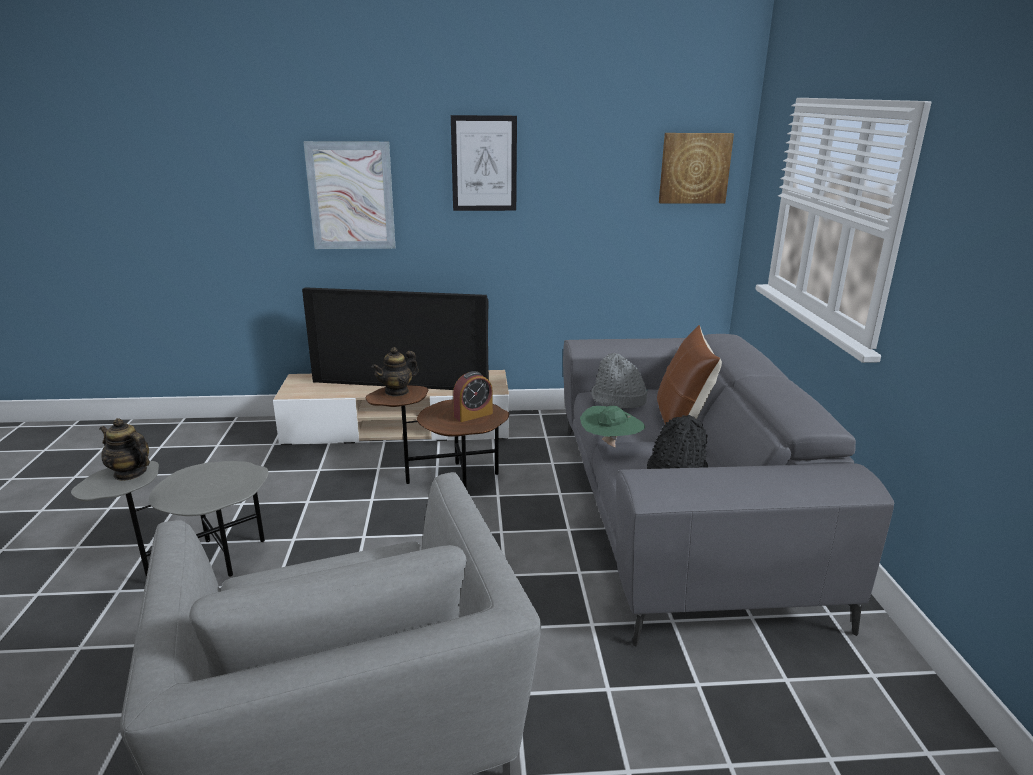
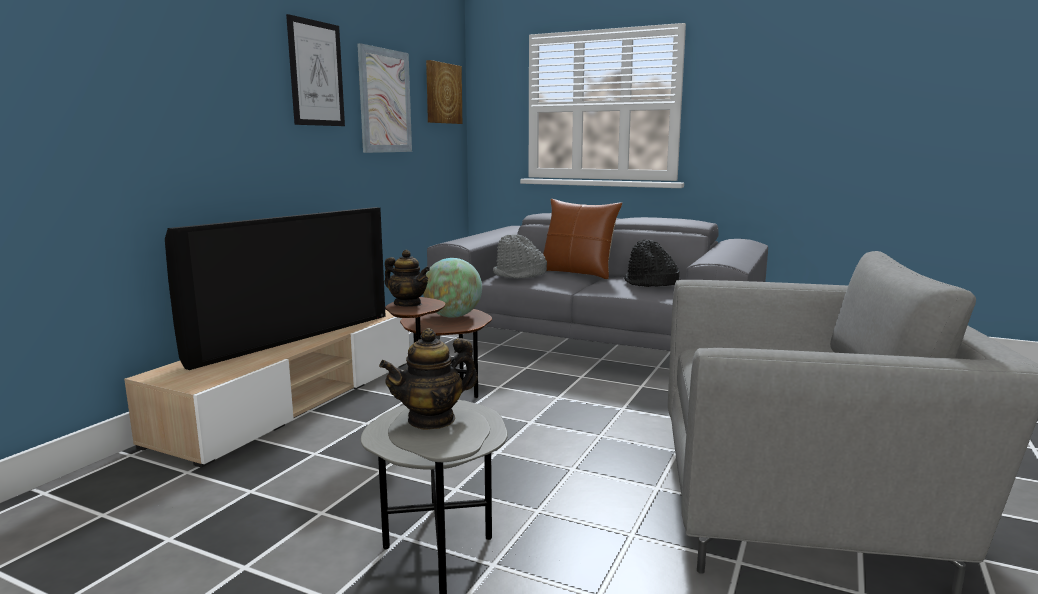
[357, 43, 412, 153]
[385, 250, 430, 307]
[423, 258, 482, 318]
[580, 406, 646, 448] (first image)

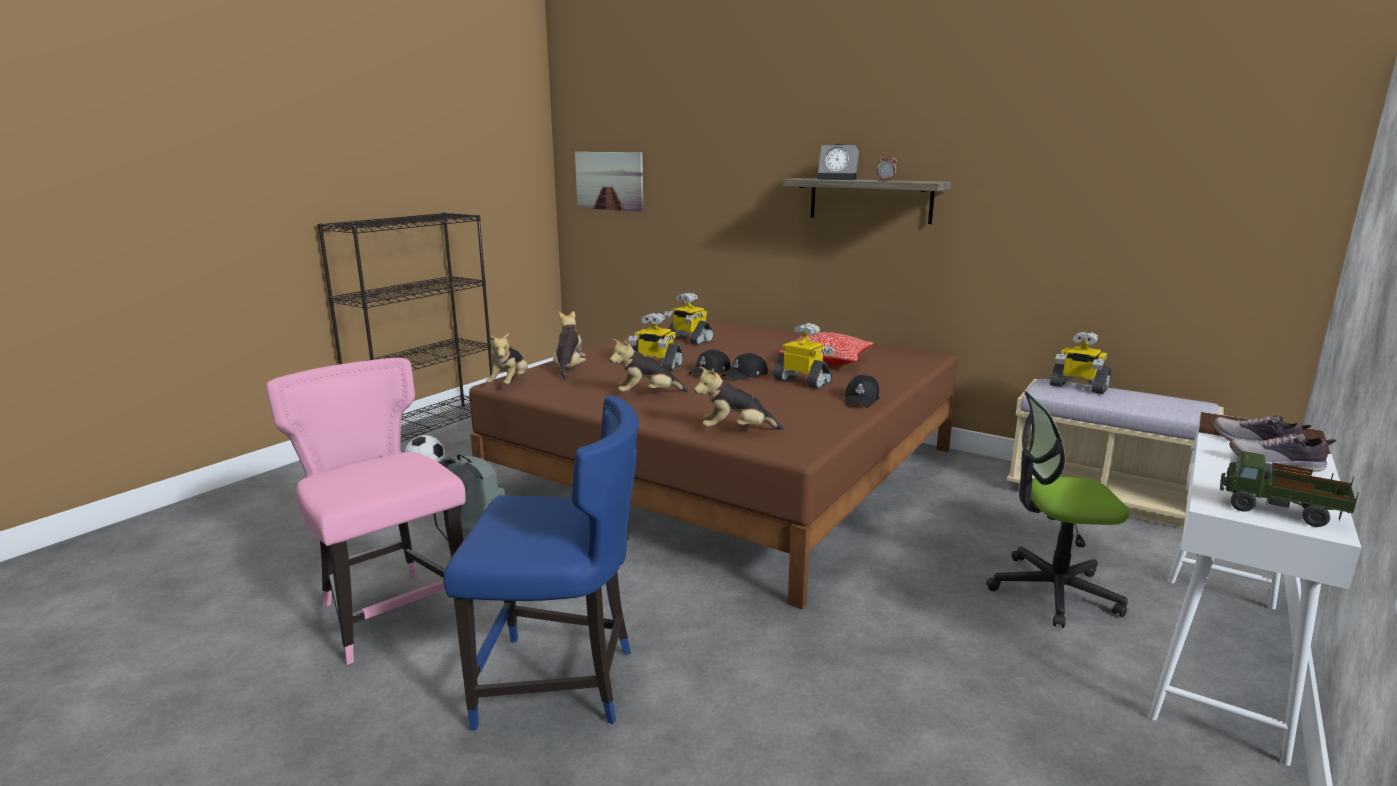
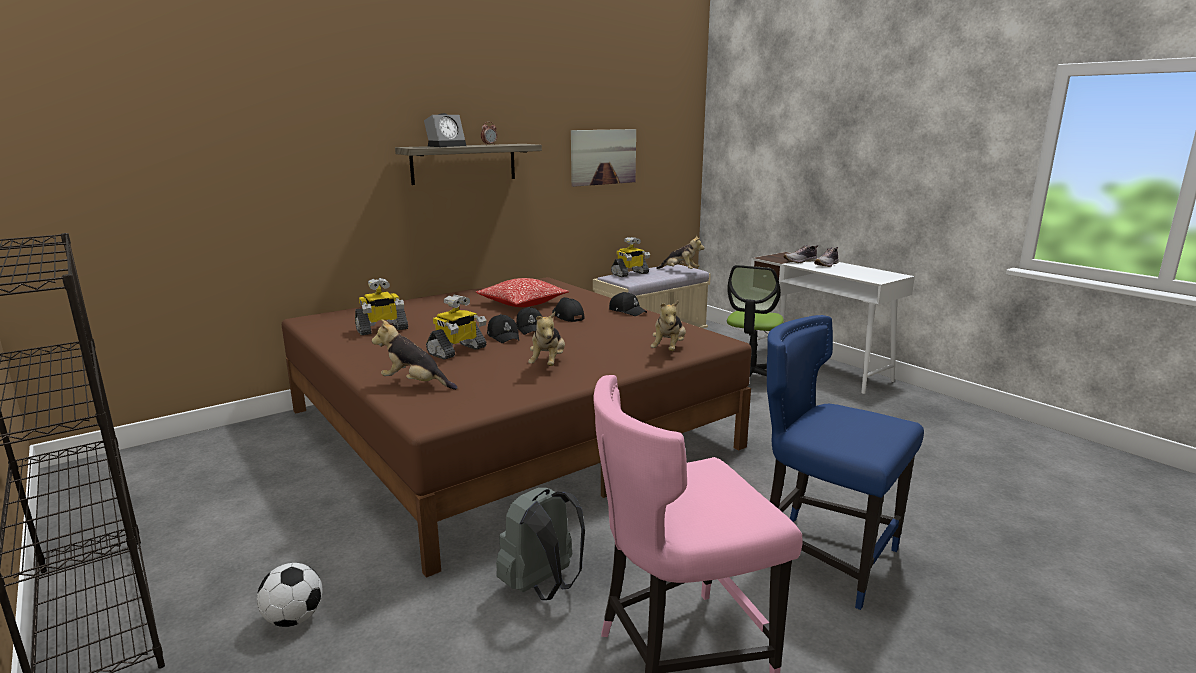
[571, 129, 636, 187]
[552, 297, 585, 322]
[656, 235, 704, 269]
[767, 315, 924, 610]
[1220, 451, 1359, 527] (first image)

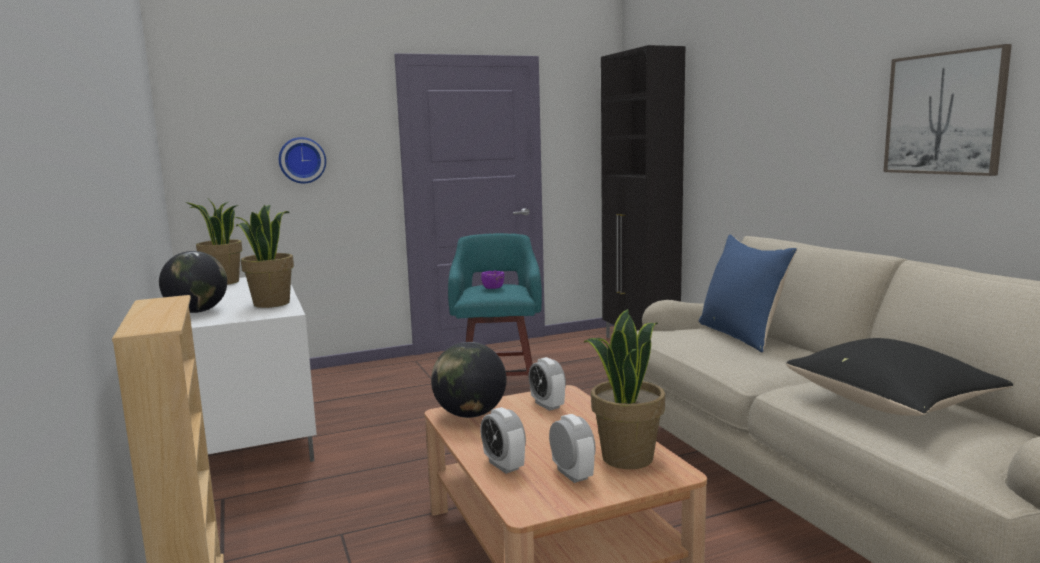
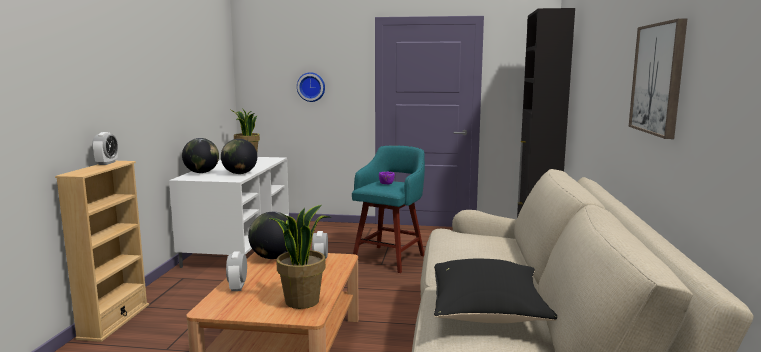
[221, 139, 257, 174]
[699, 234, 797, 353] (first image)
[92, 132, 118, 165]

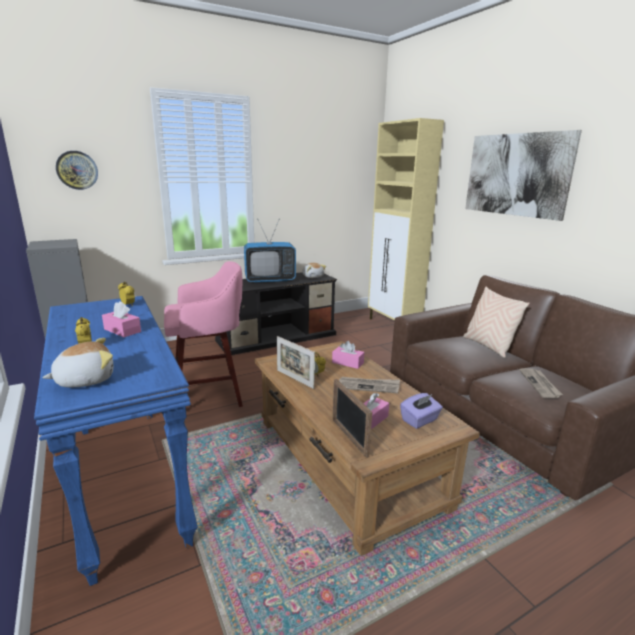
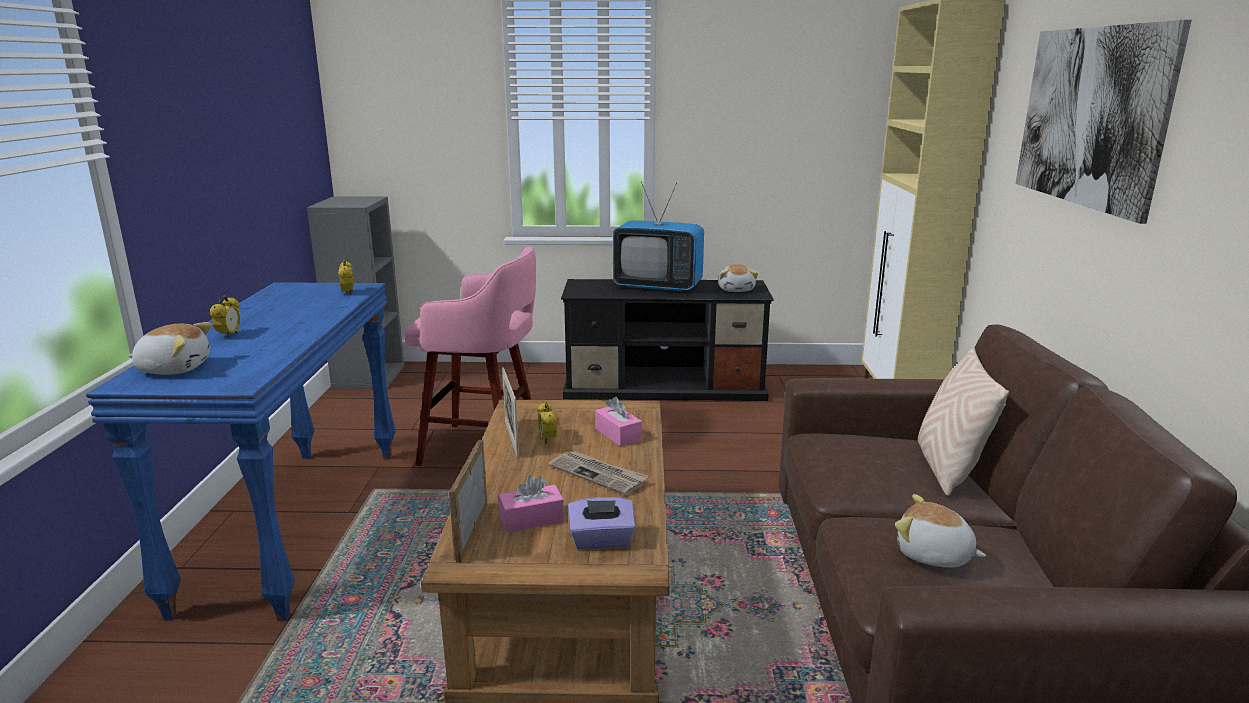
[56, 151, 98, 190] (first image)
[102, 301, 141, 337] (first image)
[895, 494, 986, 568]

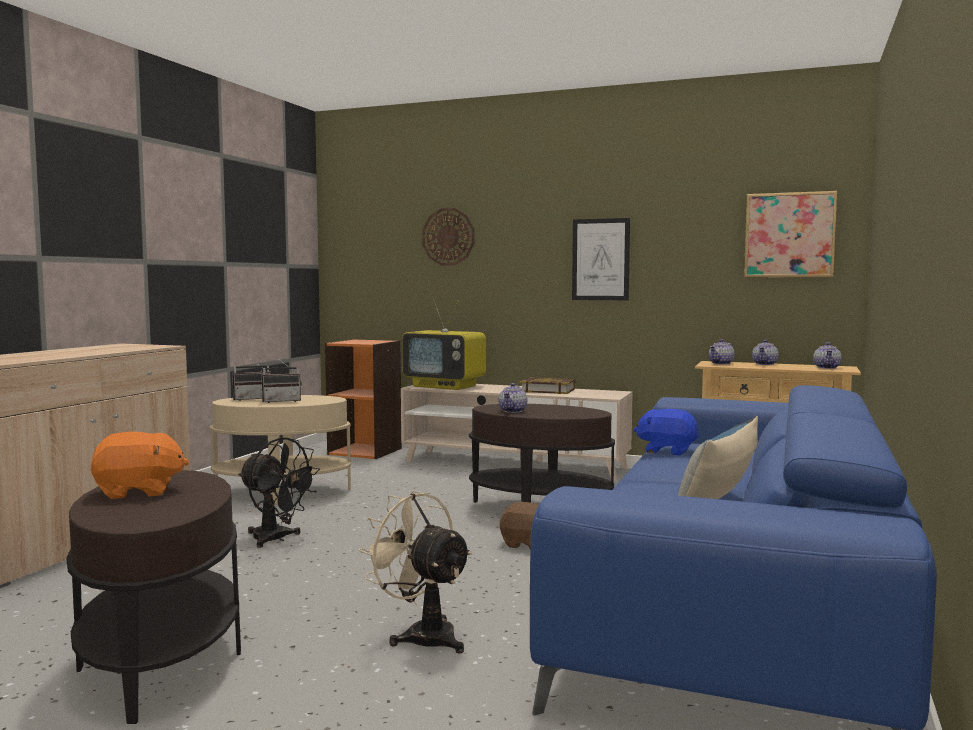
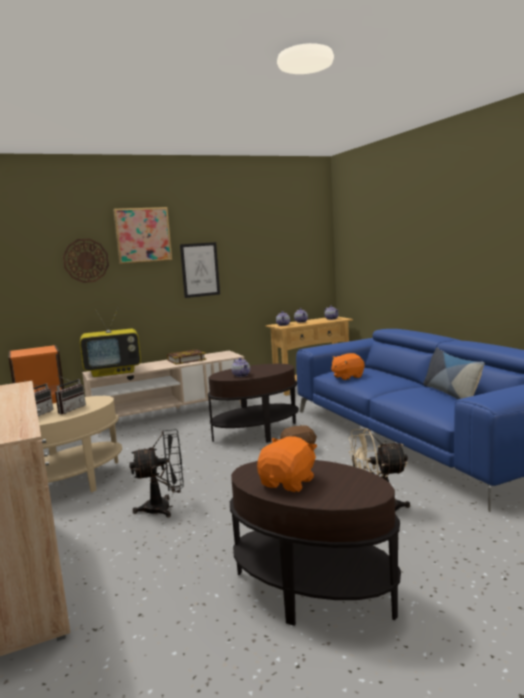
[113, 207, 172, 264]
[331, 353, 364, 380]

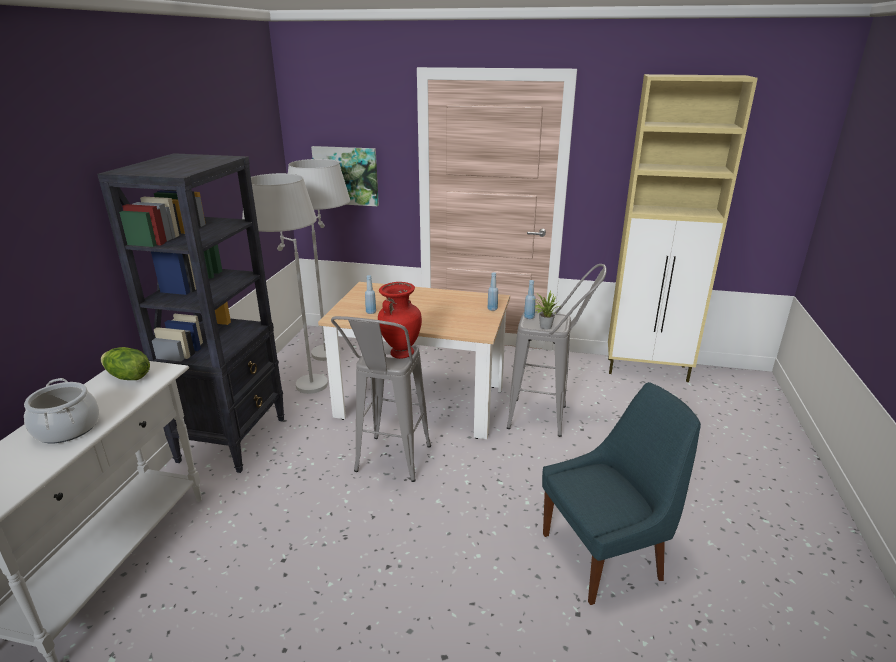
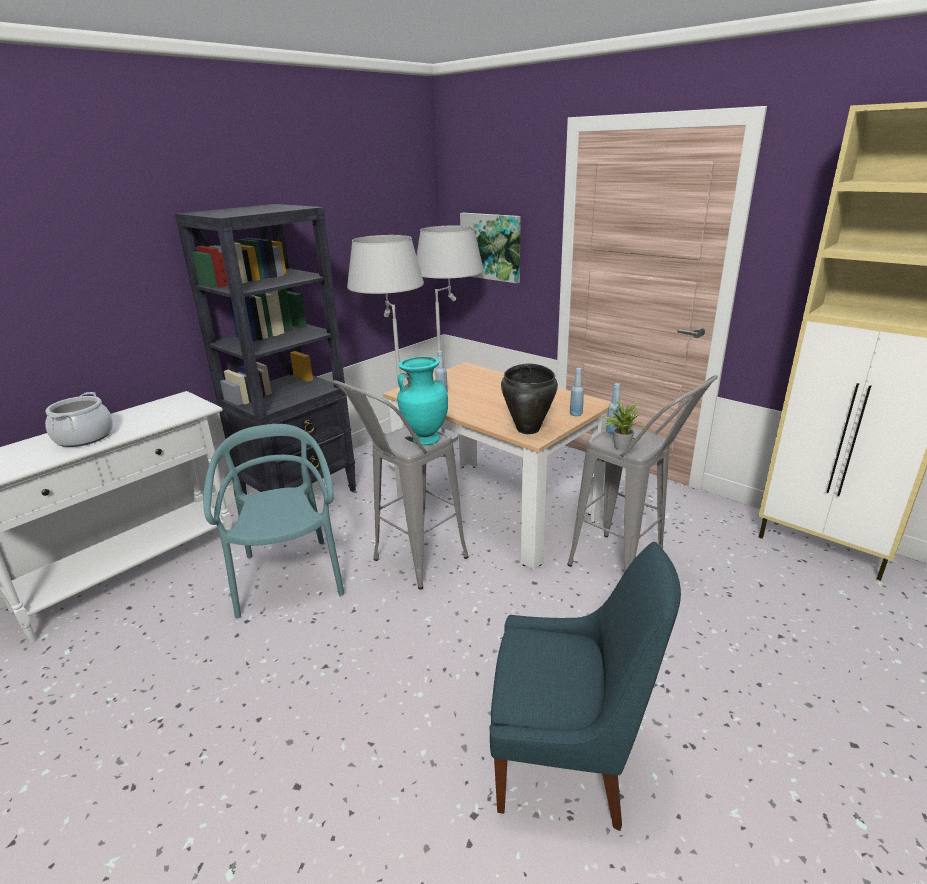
[397, 356, 448, 445]
[101, 347, 150, 380] (first image)
[501, 363, 558, 434]
[203, 424, 344, 619]

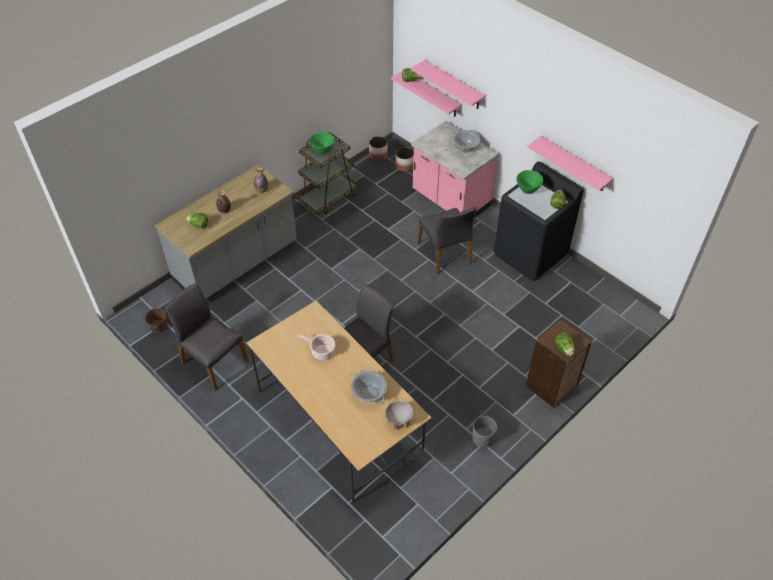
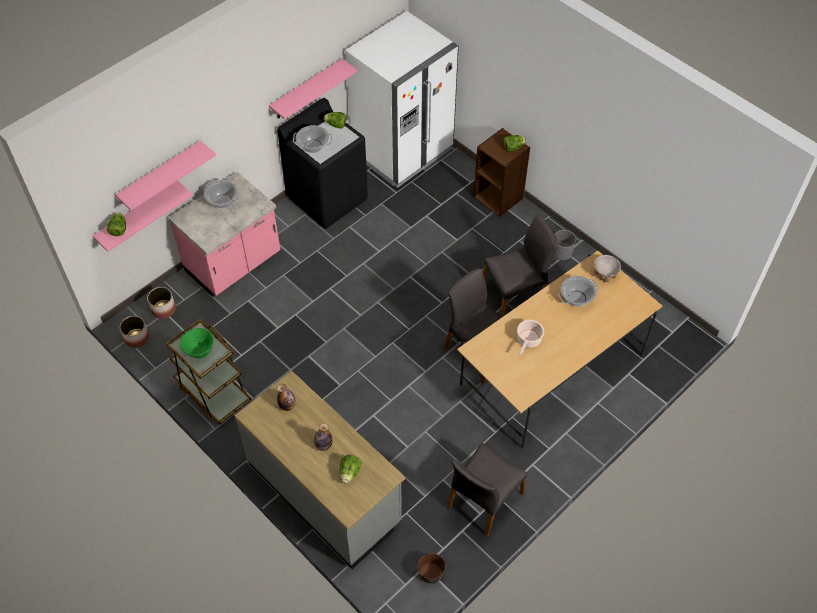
[293, 125, 332, 153]
[483, 215, 558, 317]
[345, 11, 459, 188]

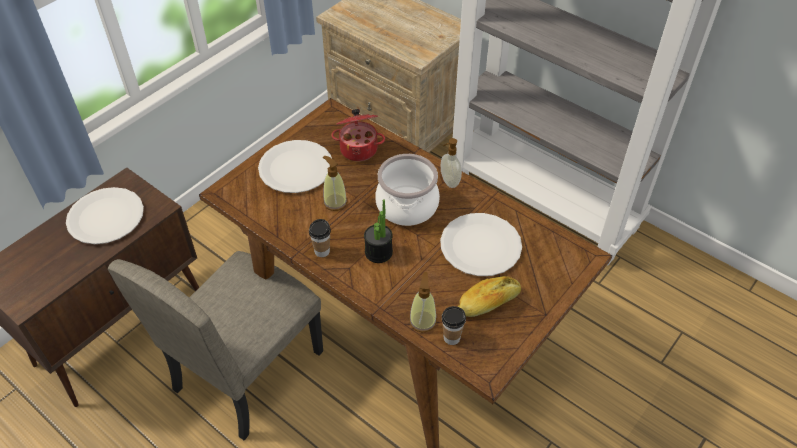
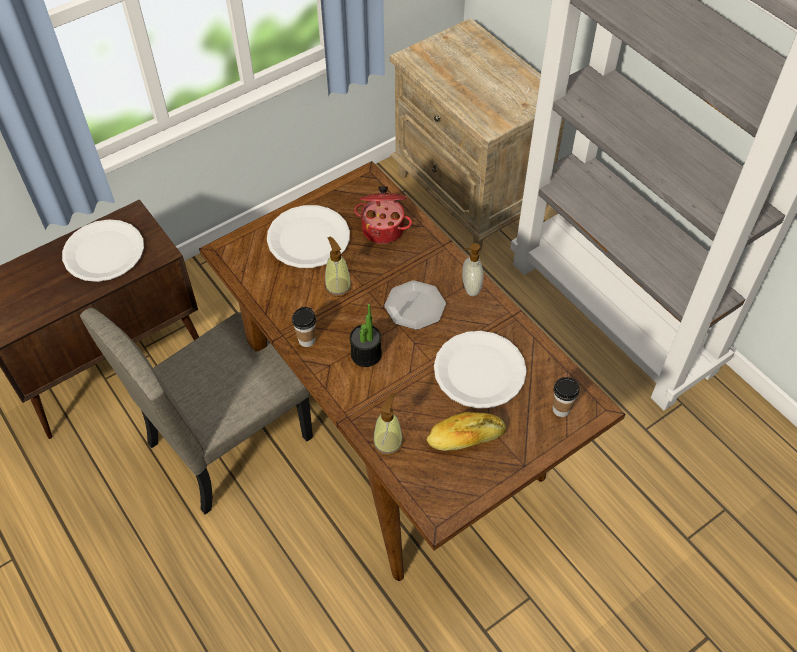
[385, 280, 446, 330]
[553, 377, 580, 417]

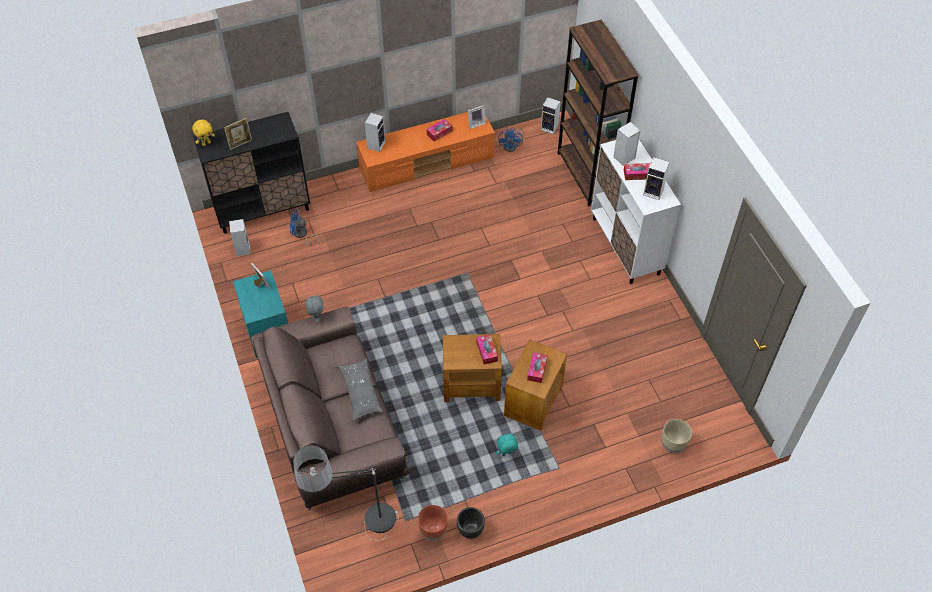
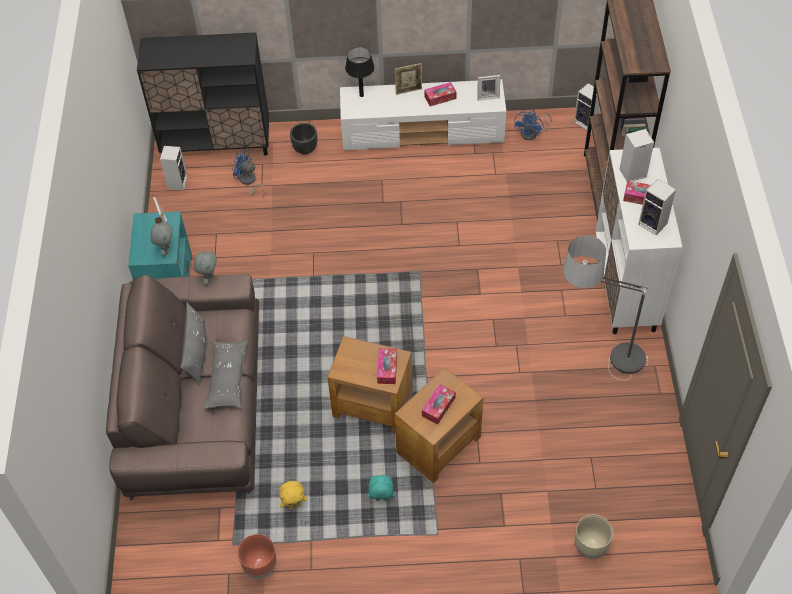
[340, 79, 506, 150]
[345, 47, 375, 97]
[395, 63, 422, 95]
[279, 481, 307, 509]
[563, 235, 648, 381]
[290, 123, 317, 155]
[151, 221, 173, 256]
[180, 303, 206, 385]

